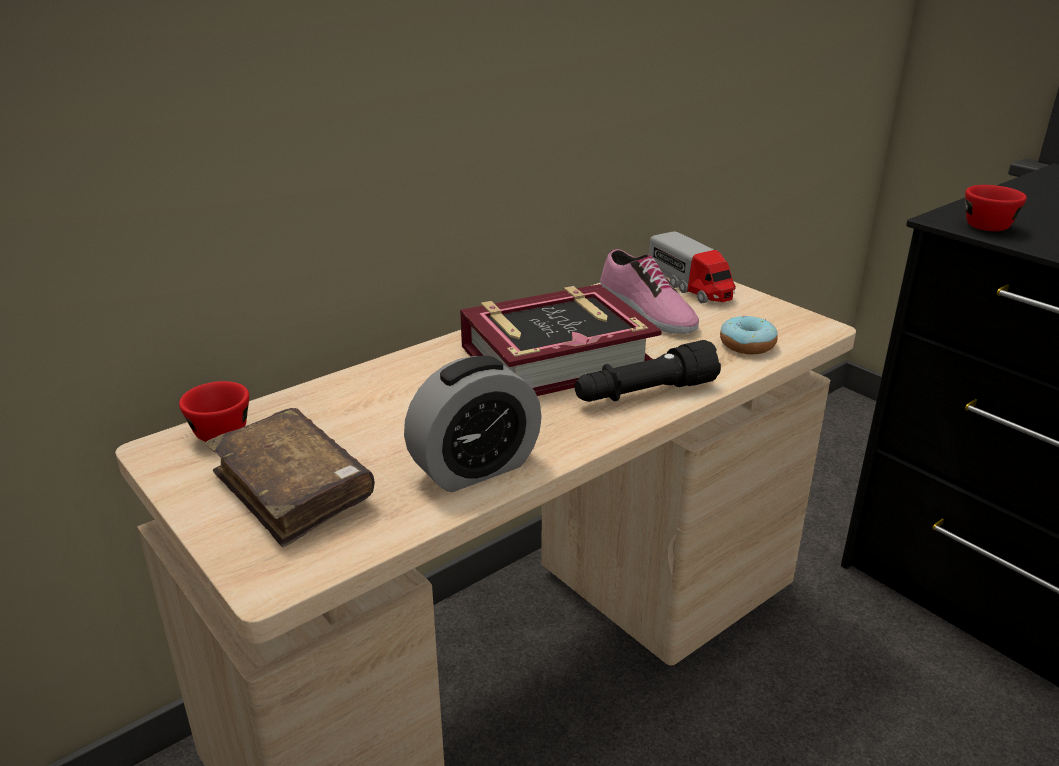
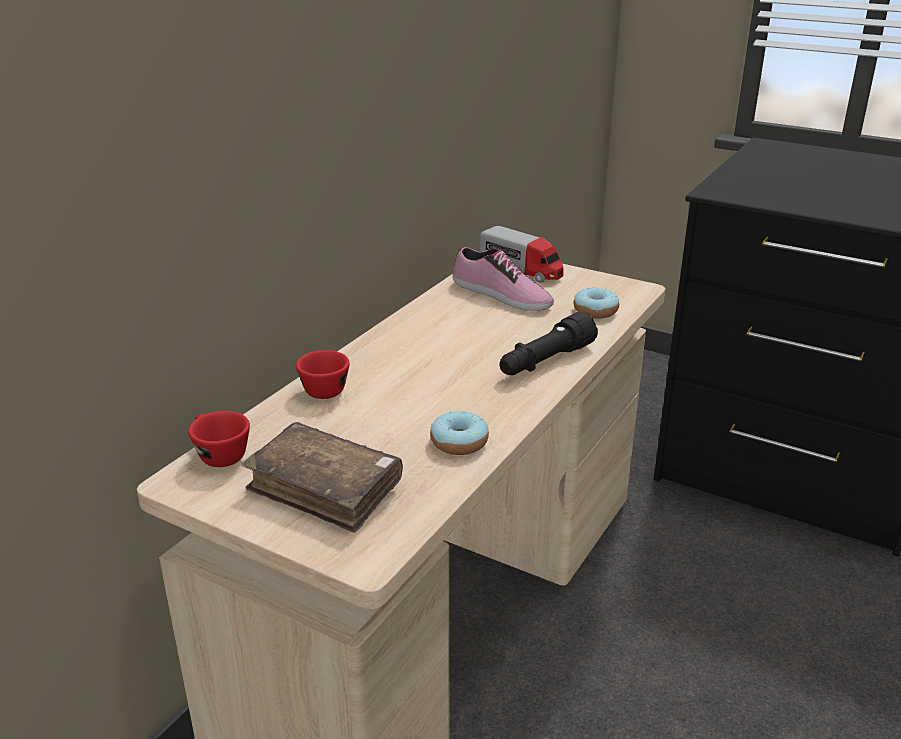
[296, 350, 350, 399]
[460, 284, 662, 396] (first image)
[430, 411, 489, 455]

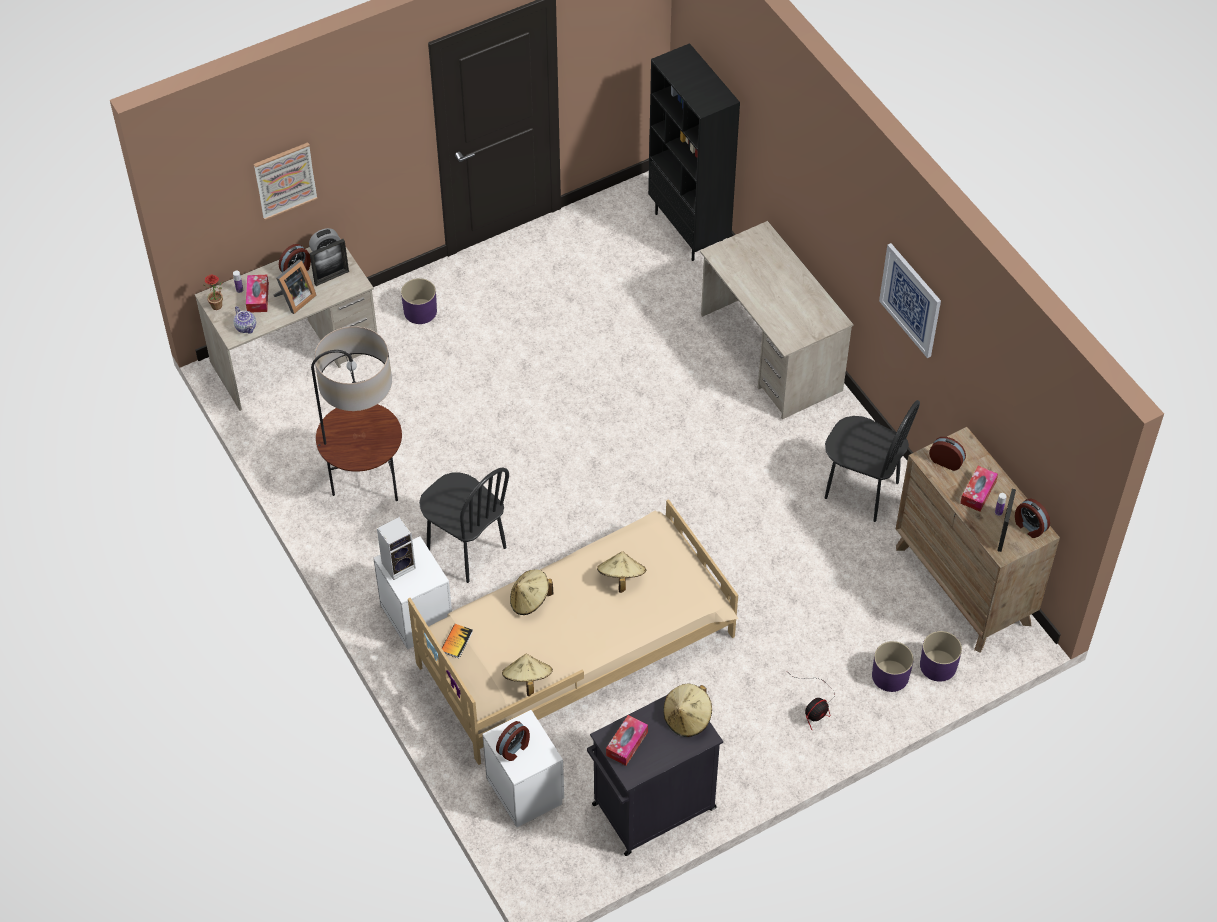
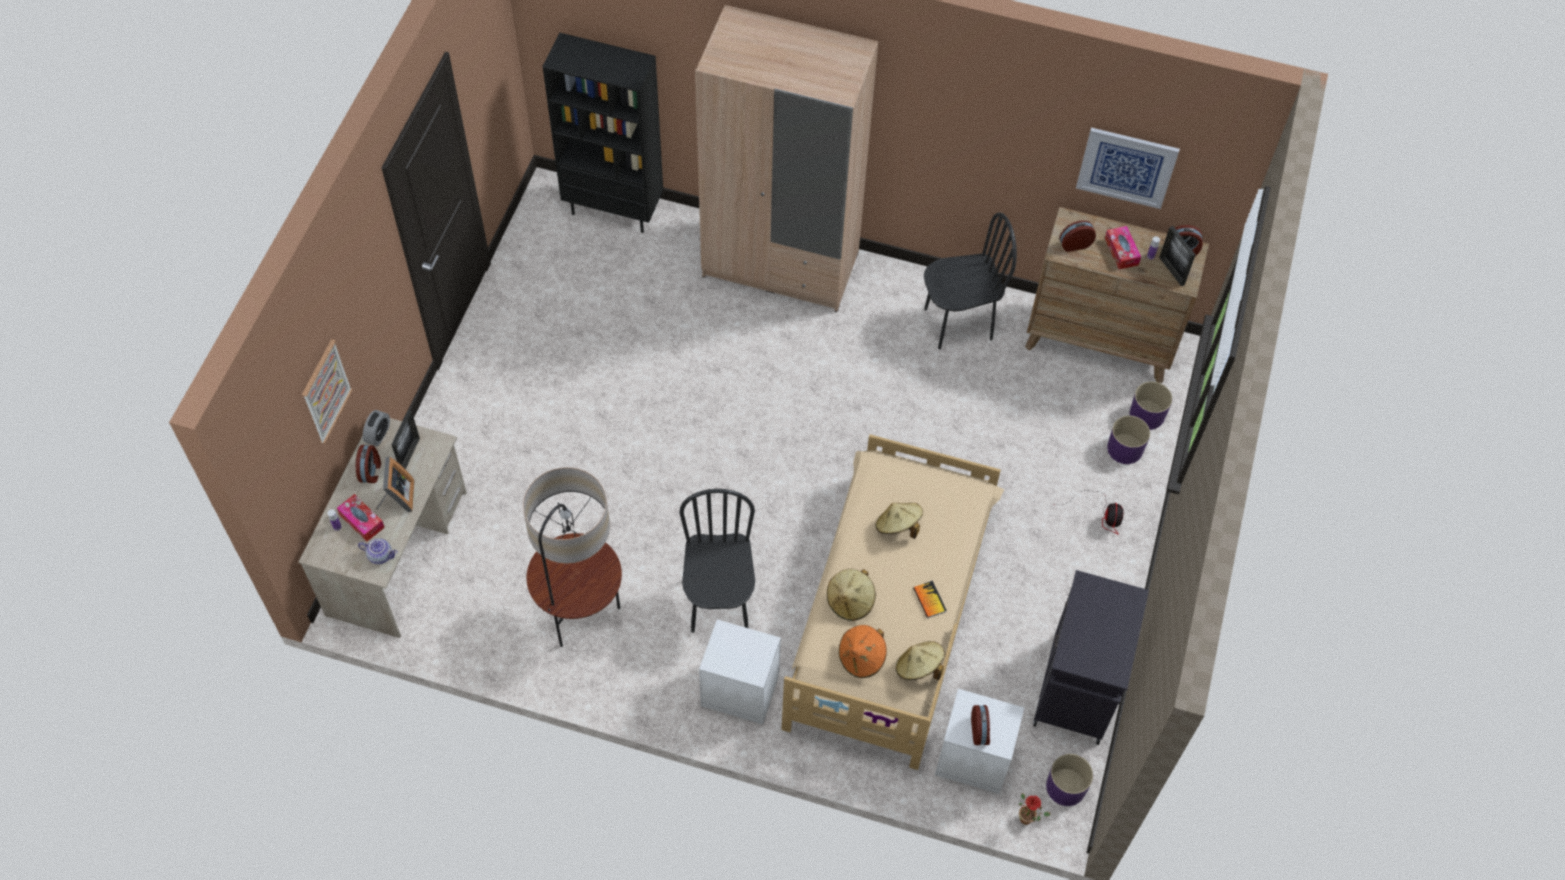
[695, 5, 878, 312]
[1076, 128, 1180, 209]
[1019, 793, 1051, 825]
[1046, 754, 1093, 806]
[679, 489, 755, 633]
[377, 517, 416, 580] (first image)
[913, 580, 947, 618]
[663, 684, 712, 737] (first image)
[606, 715, 648, 766] (first image)
[839, 625, 887, 678]

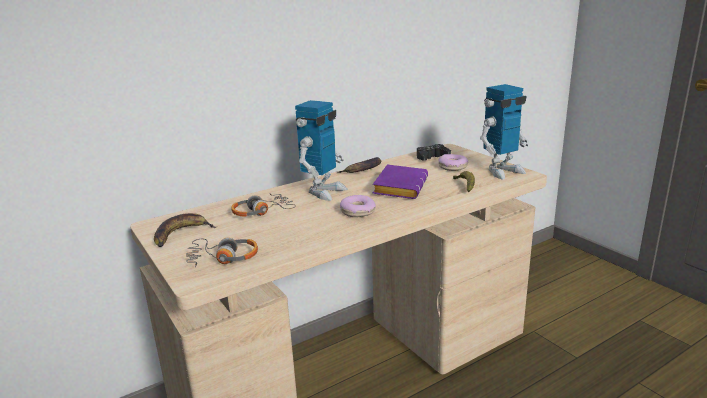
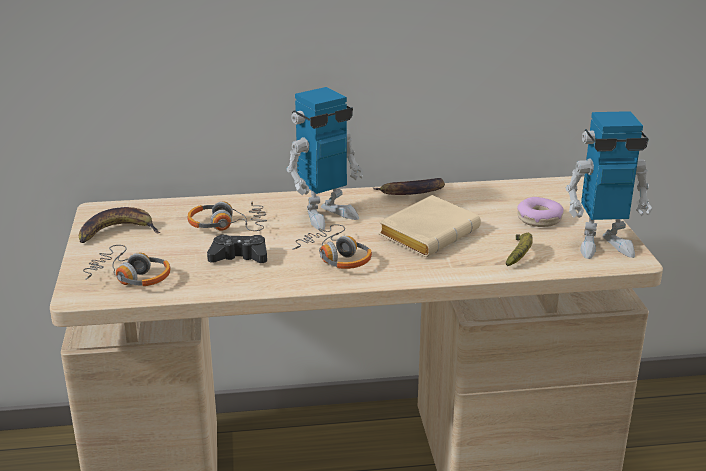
[207, 235, 267, 263]
[378, 195, 481, 257]
[292, 224, 372, 269]

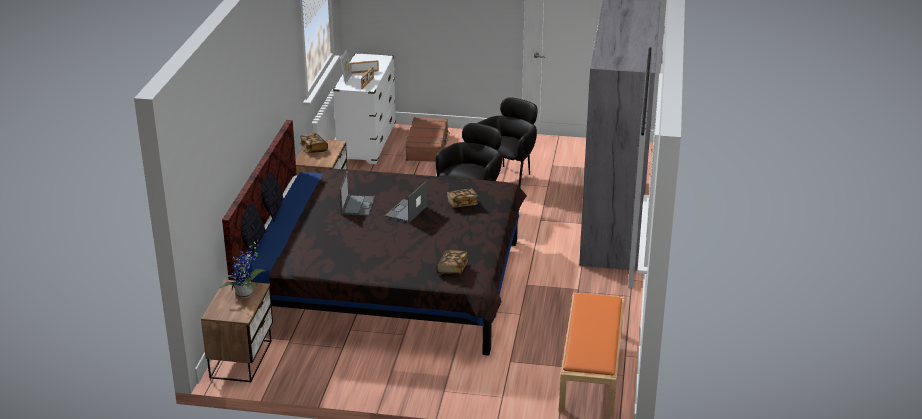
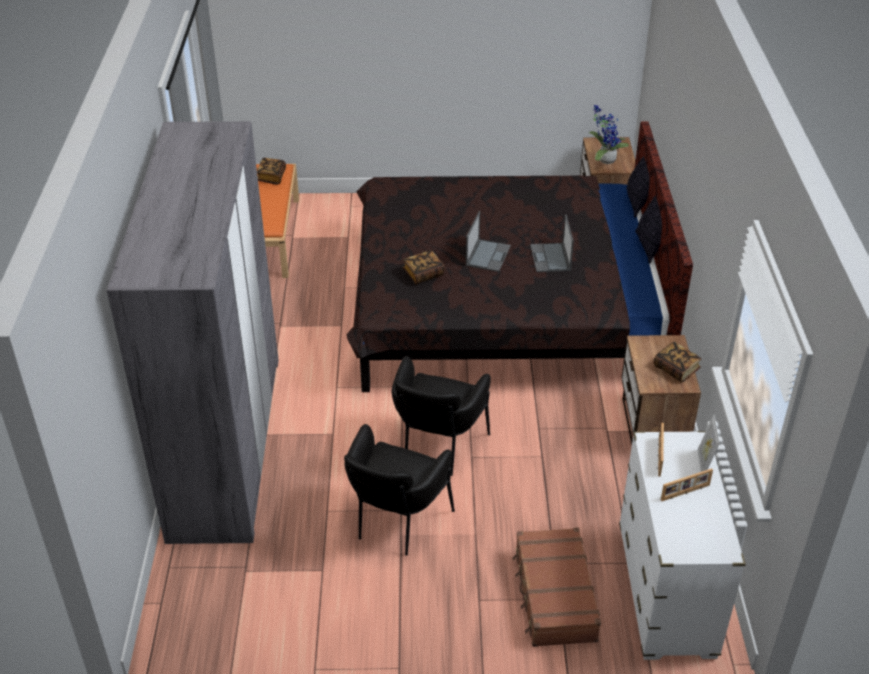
[257, 158, 286, 184]

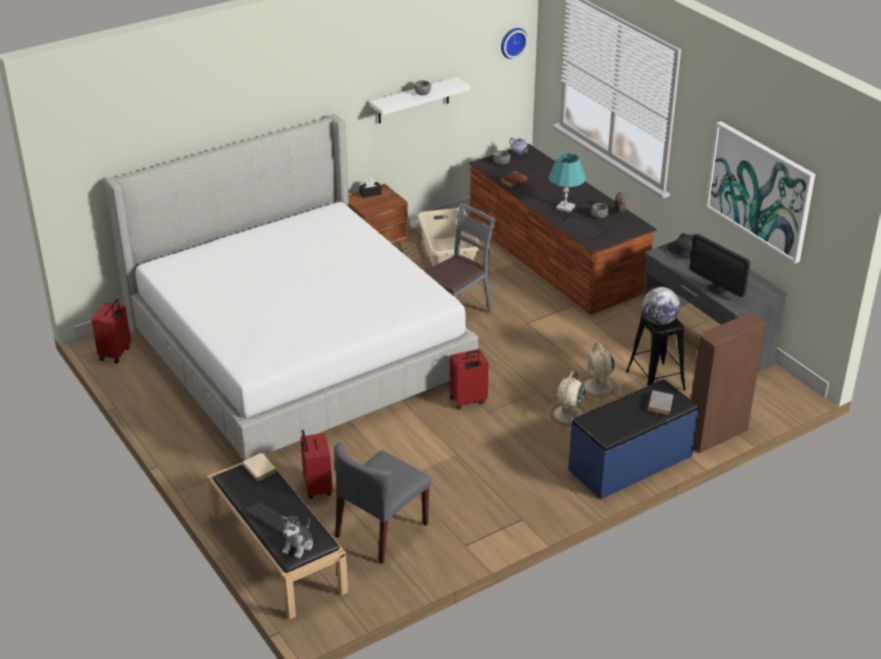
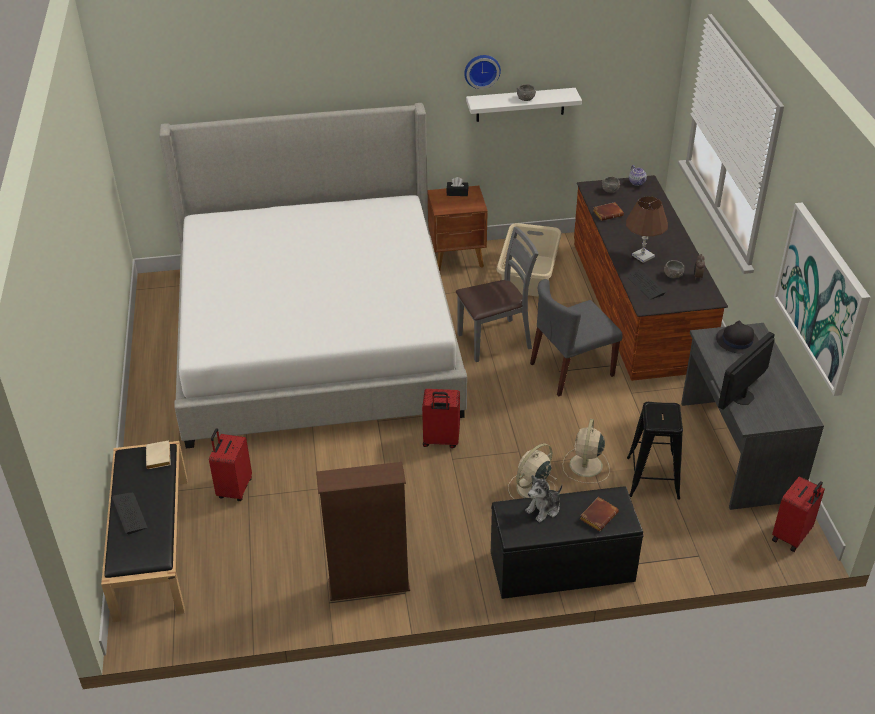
[464, 55, 501, 89]
[626, 196, 668, 263]
[718, 332, 775, 410]
[642, 287, 680, 325] (first image)
[772, 476, 825, 552]
[316, 462, 410, 601]
[491, 486, 643, 599]
[580, 497, 619, 531]
[530, 279, 623, 396]
[525, 475, 562, 522]

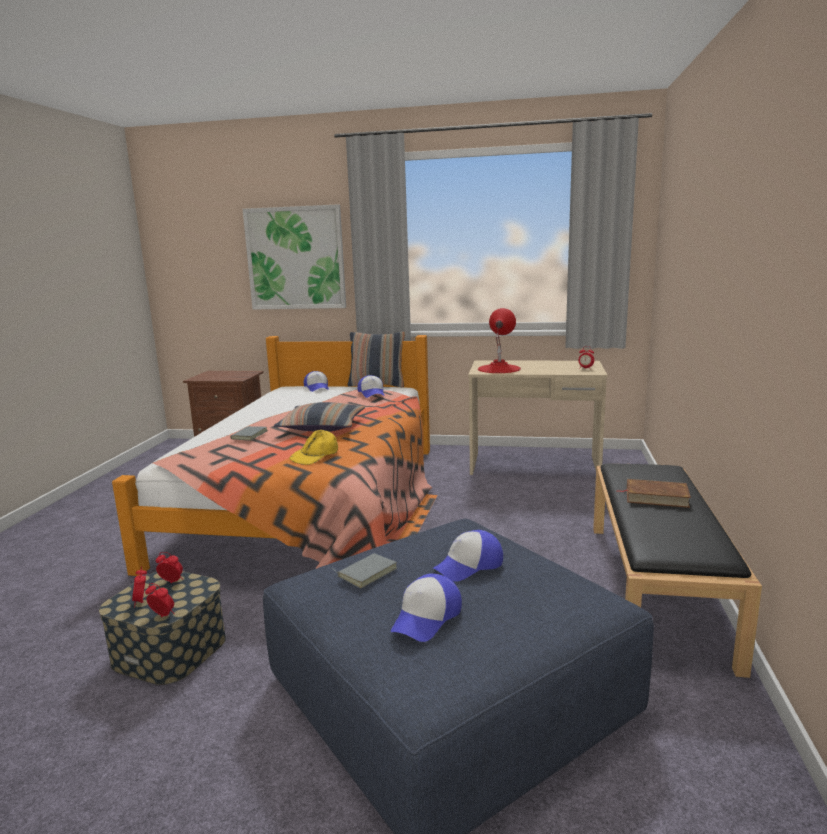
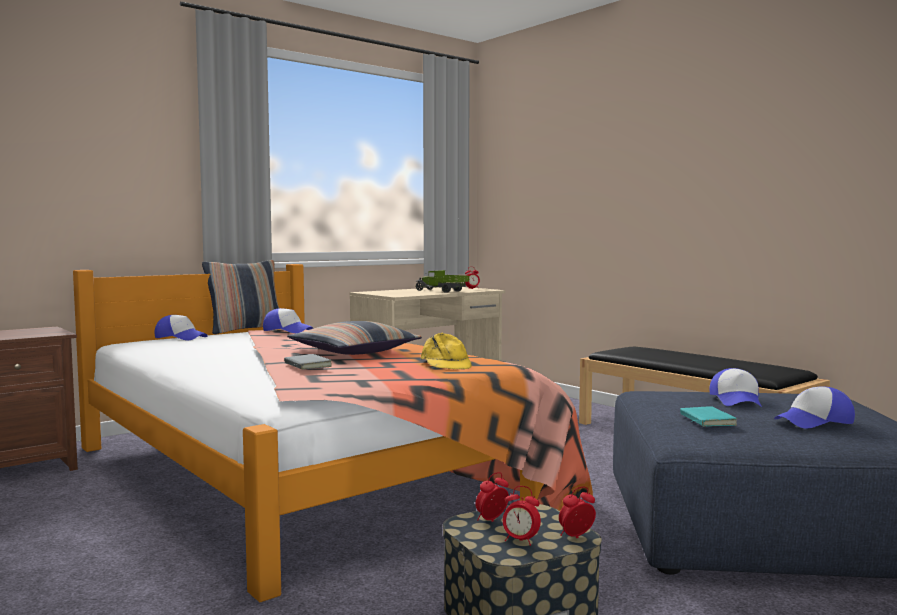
[243, 204, 346, 309] (first image)
[478, 308, 521, 373] (first image)
[617, 479, 691, 508] (first image)
[680, 406, 737, 427]
[774, 387, 855, 429]
[415, 270, 469, 293]

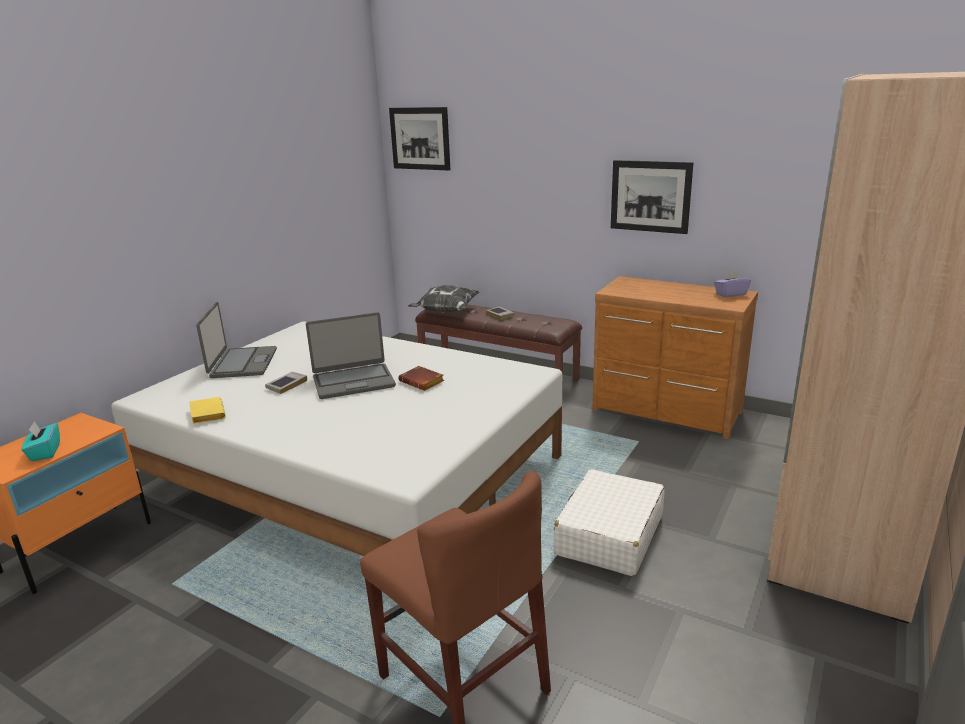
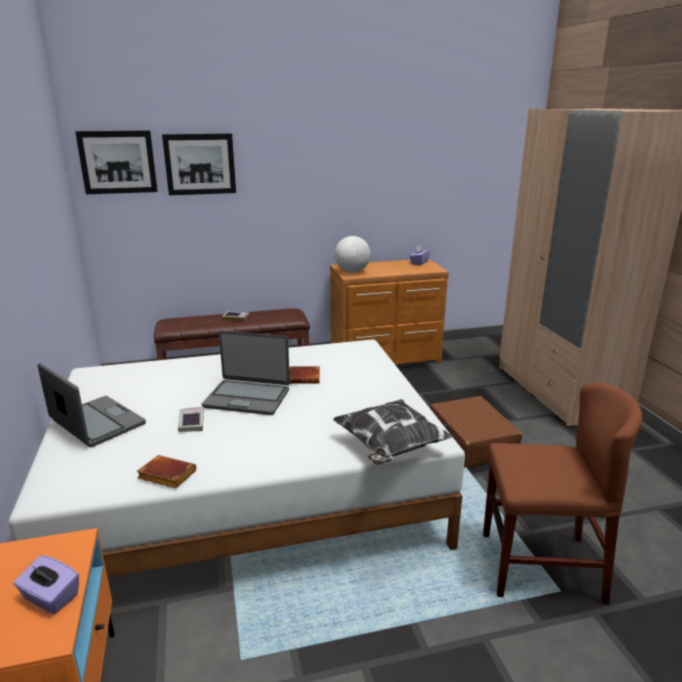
[162, 133, 236, 195]
[333, 399, 453, 465]
[202, 331, 290, 415]
[137, 455, 196, 488]
[13, 555, 79, 614]
[430, 396, 522, 468]
[335, 236, 371, 273]

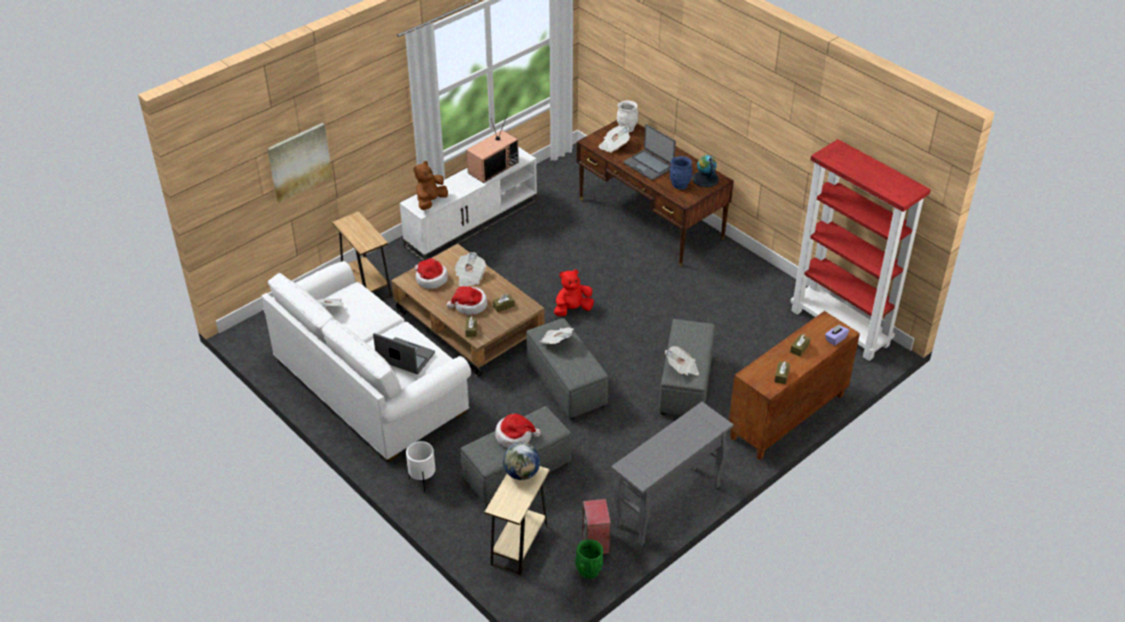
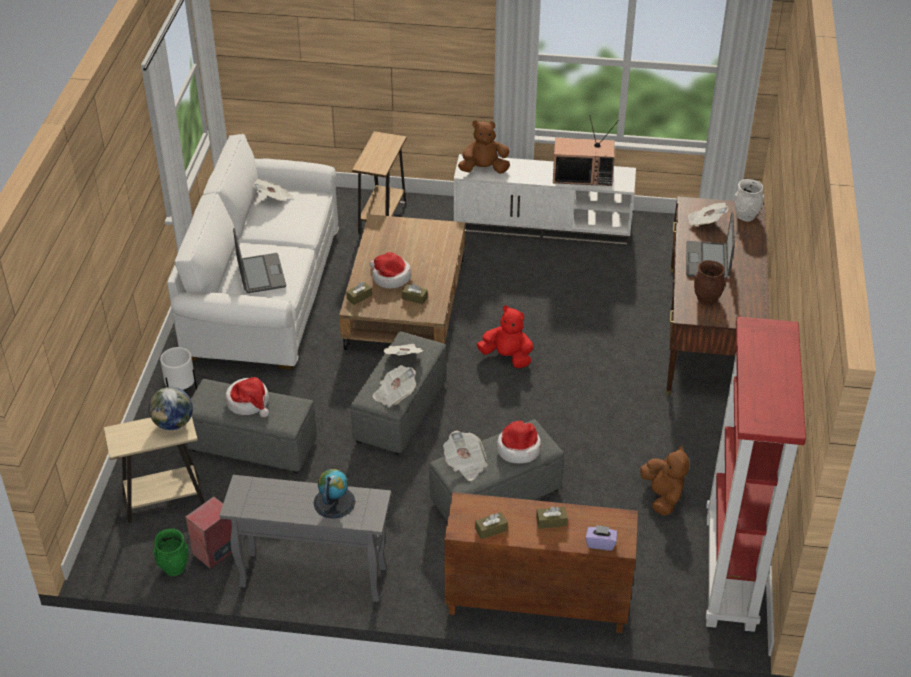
[267, 123, 332, 203] (first image)
[314, 469, 355, 519]
[694, 260, 726, 305]
[372, 365, 416, 408]
[497, 421, 541, 464]
[640, 445, 689, 516]

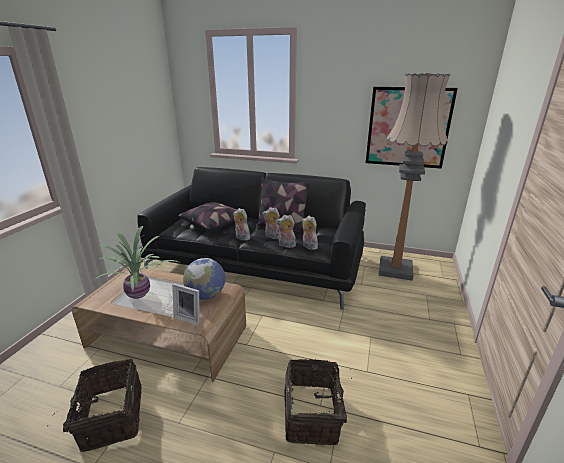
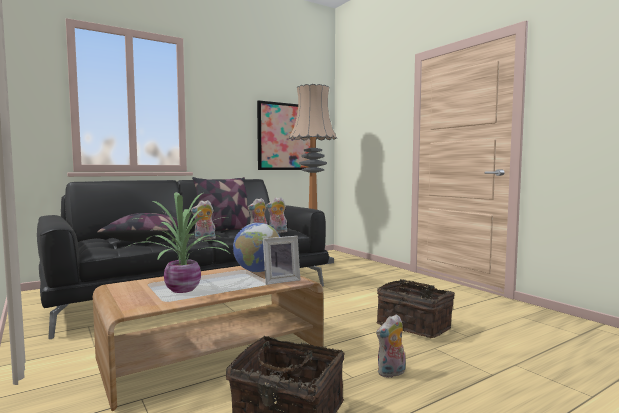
[376, 314, 406, 378]

